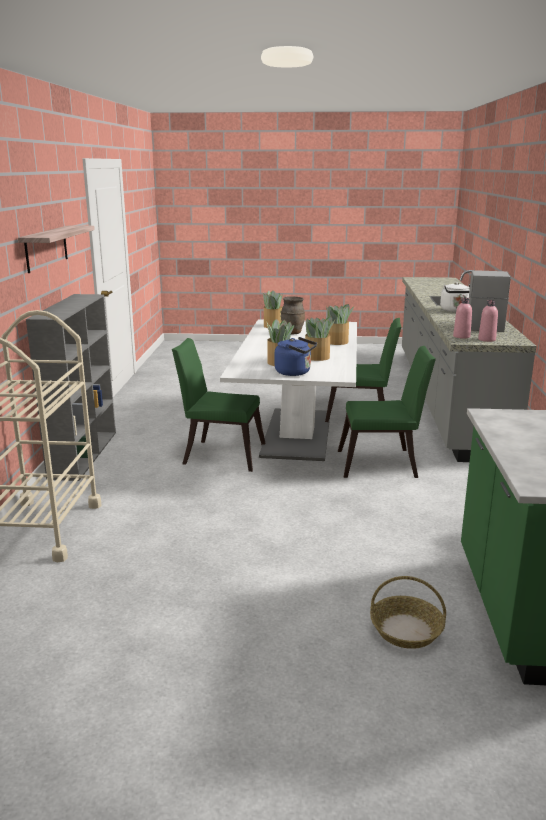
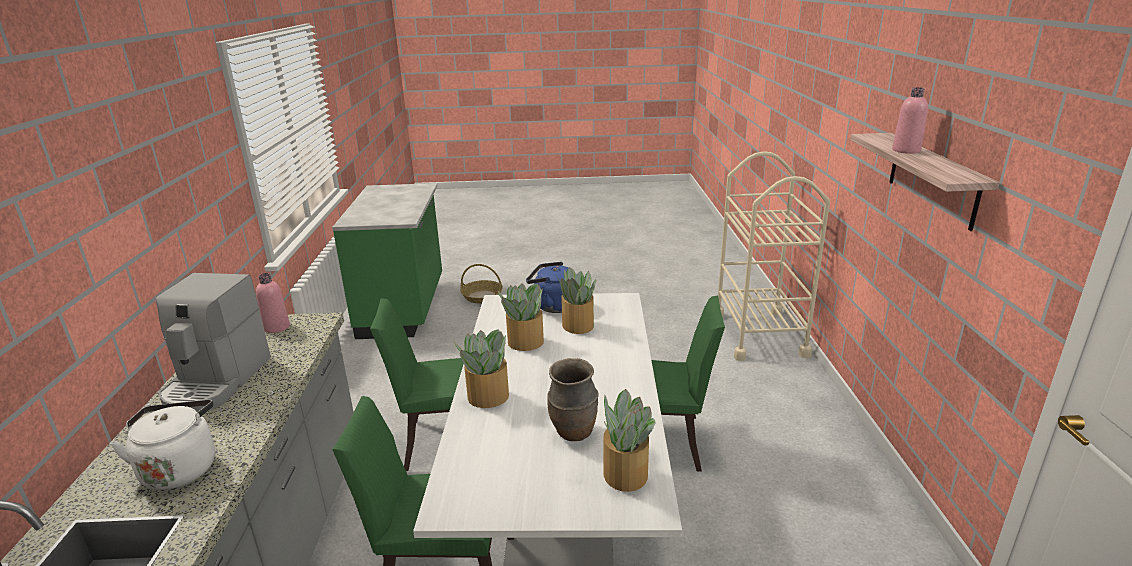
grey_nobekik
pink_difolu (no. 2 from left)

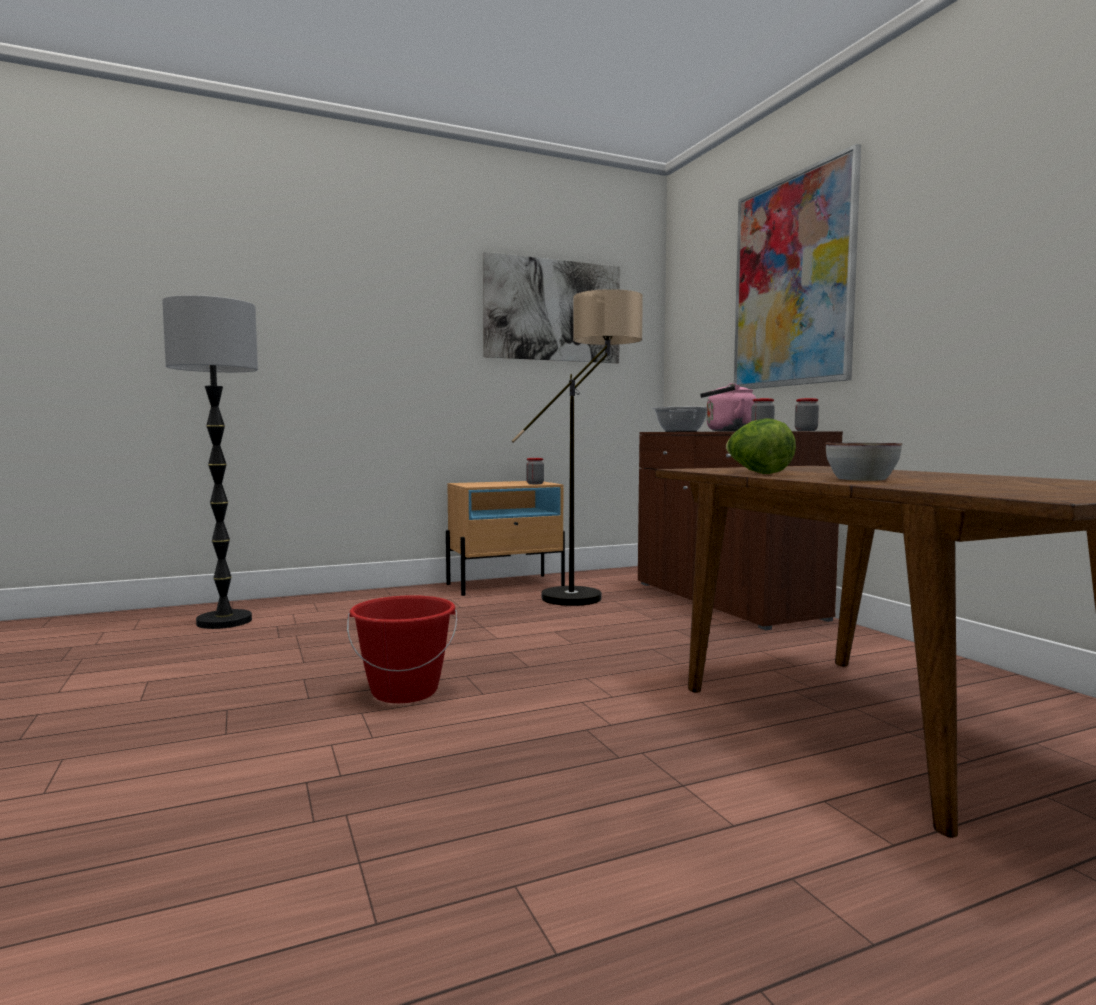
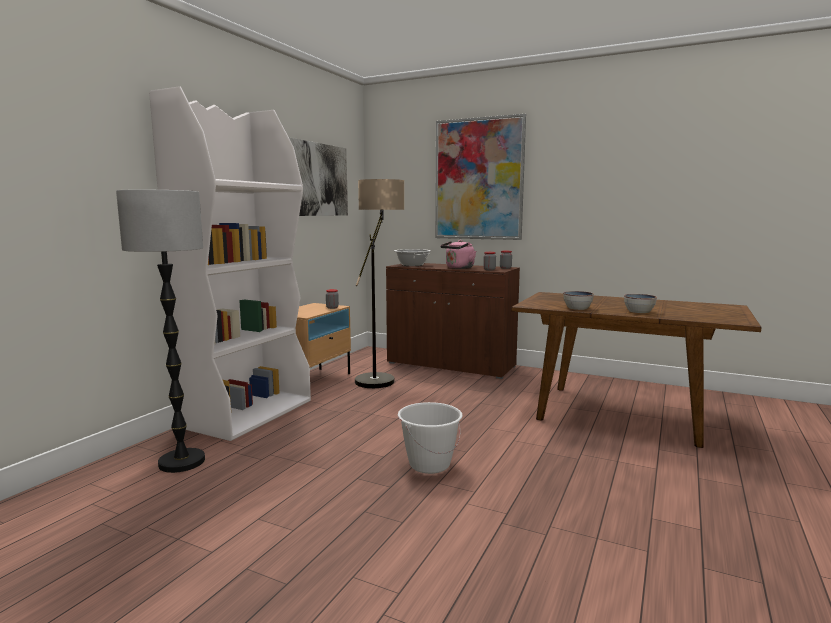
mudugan (no. 1 from left)
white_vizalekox
white_nobekik

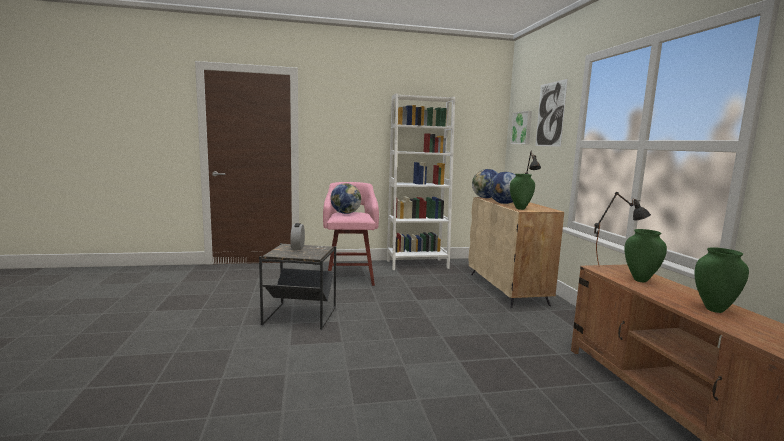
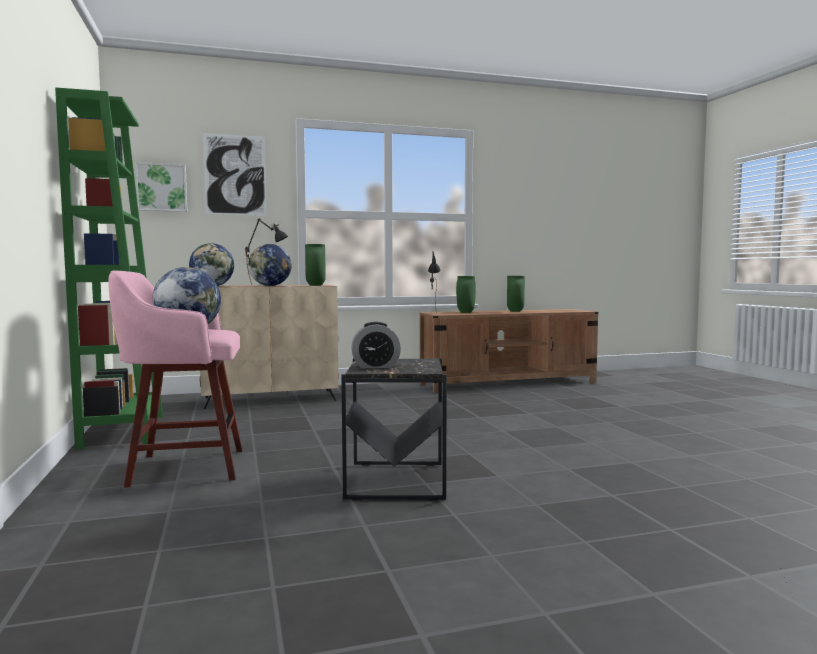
green_nobekik

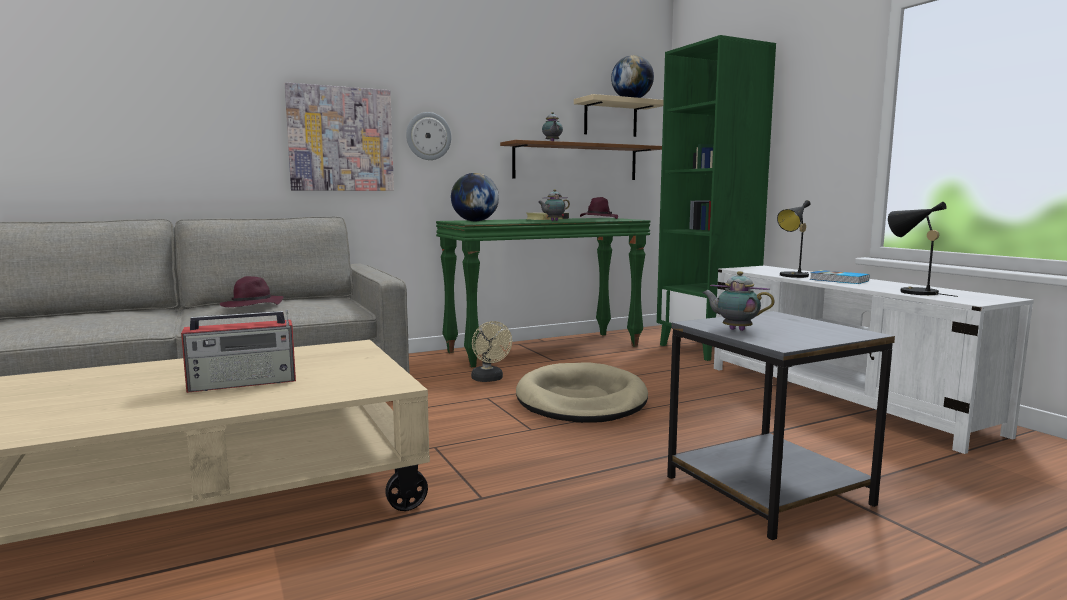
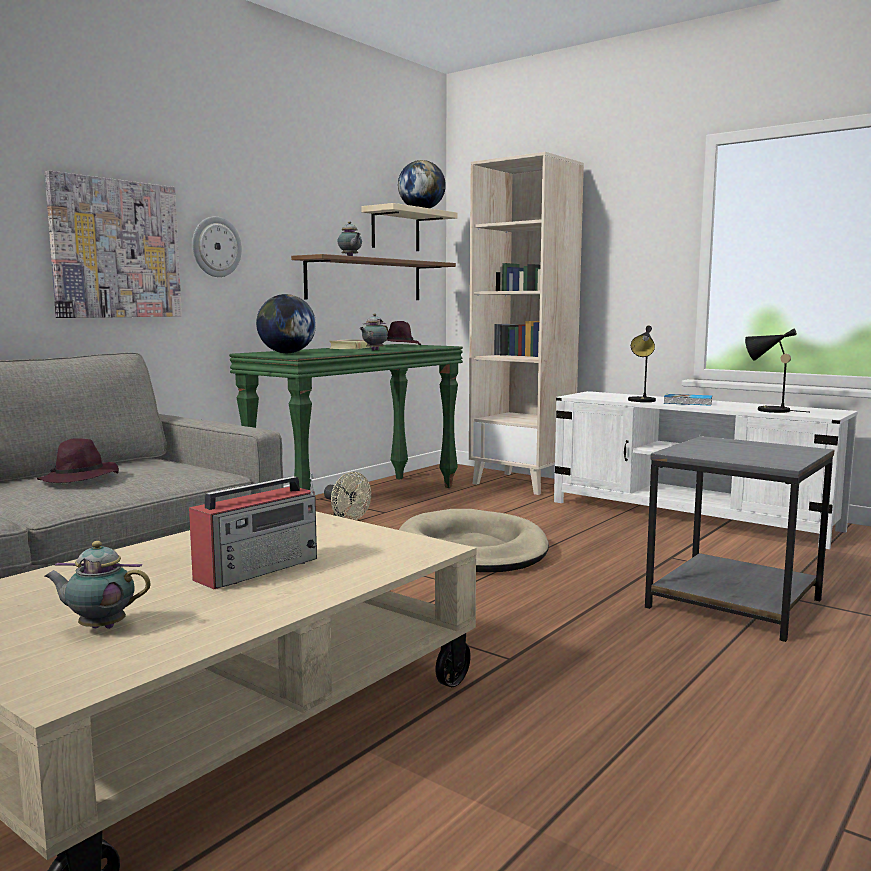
beige_nobekik
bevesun (no. 1 from left)

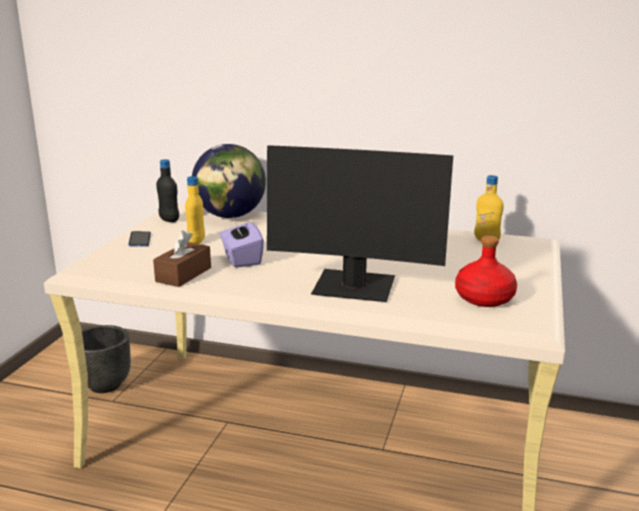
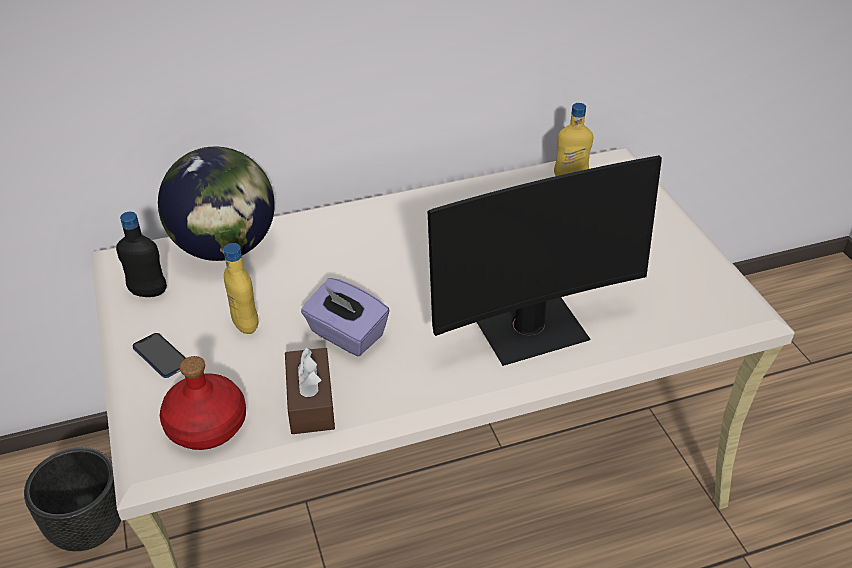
red_difolu

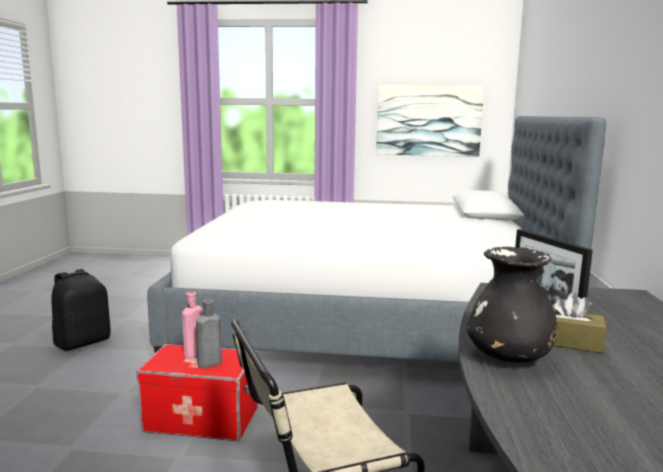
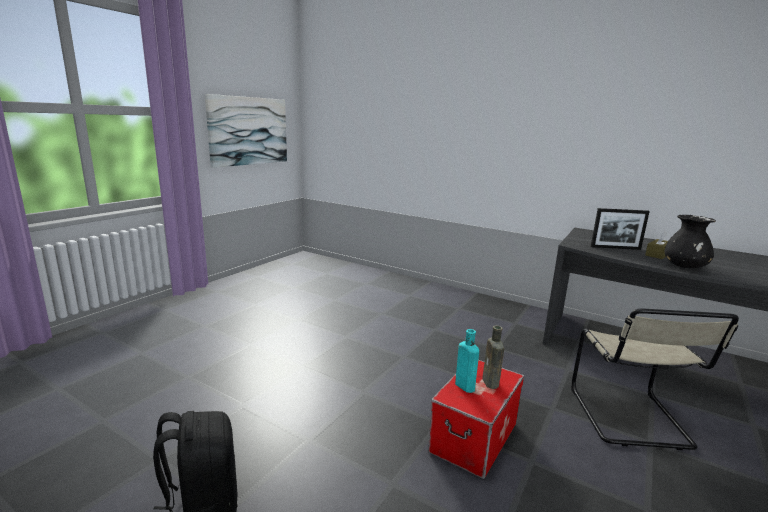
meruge
turquoise_difolu
brown_difolu

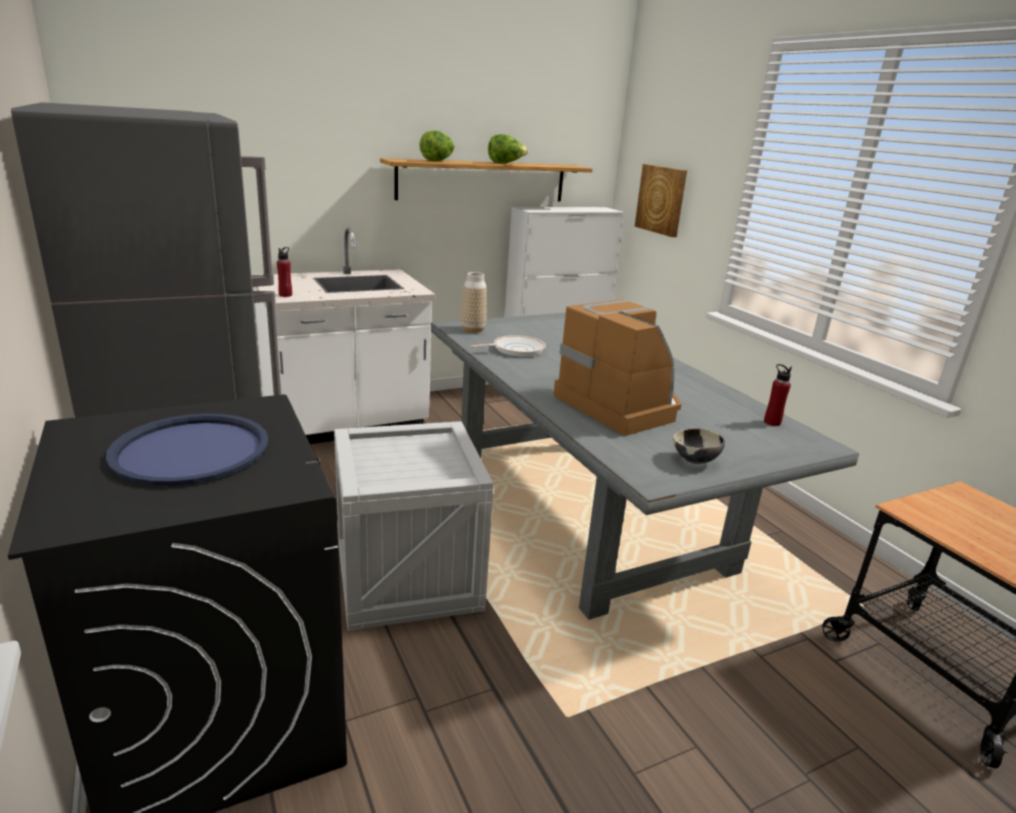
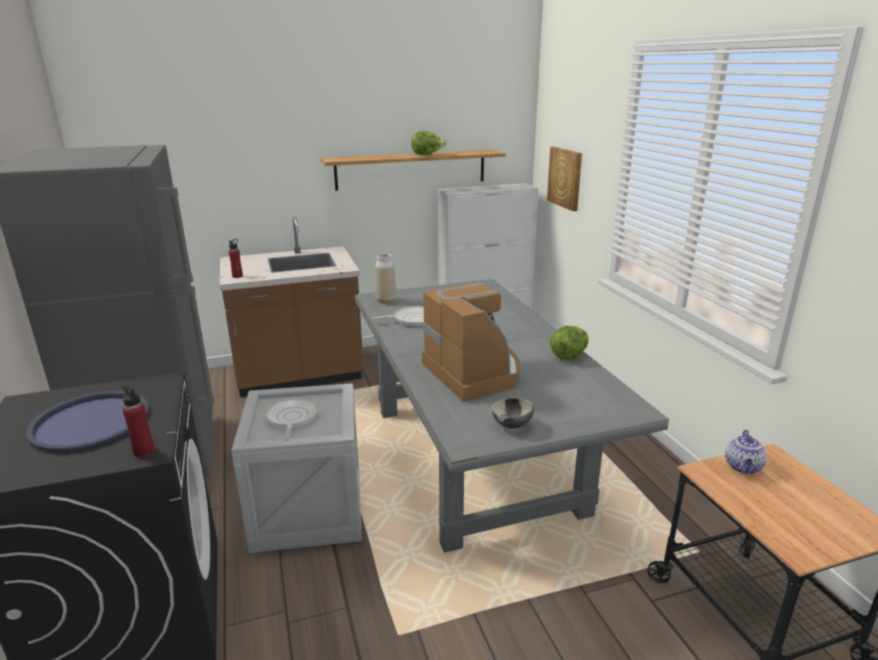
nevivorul (no. 2 from left)
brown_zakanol
red_difolu (no. 1 from left)
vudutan (no. 1 from left)
bevesun

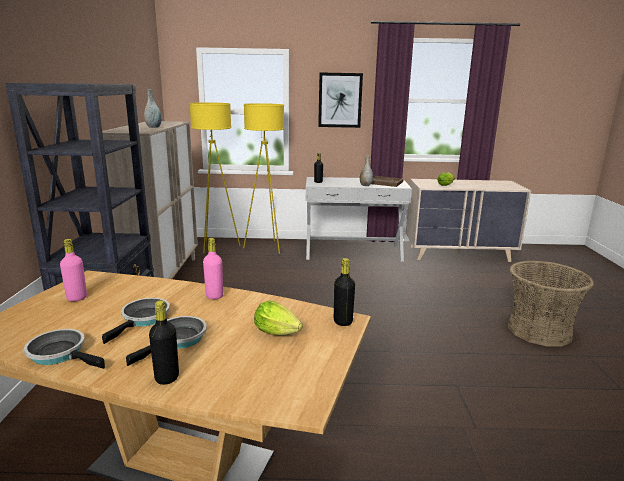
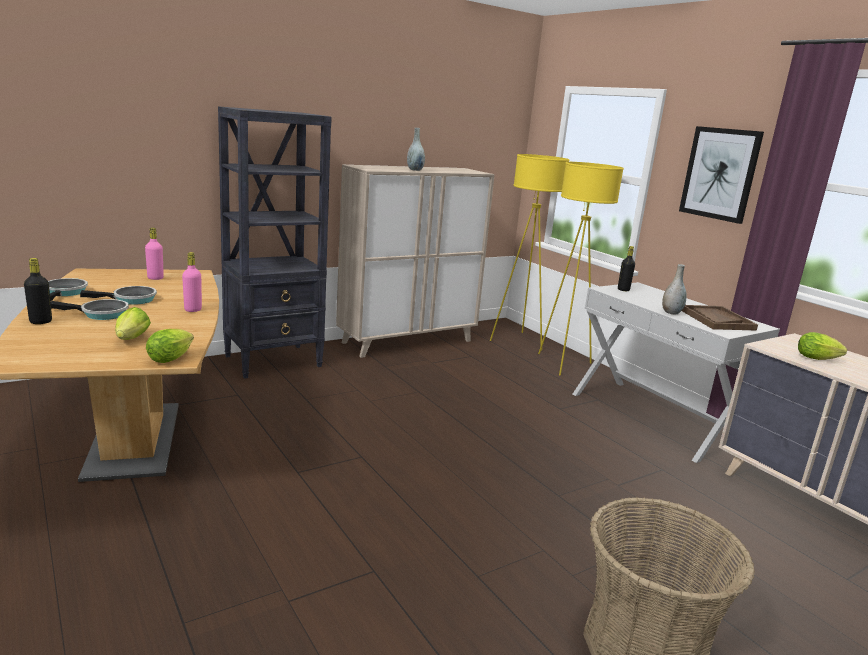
nevivorul (no. 2 from left)

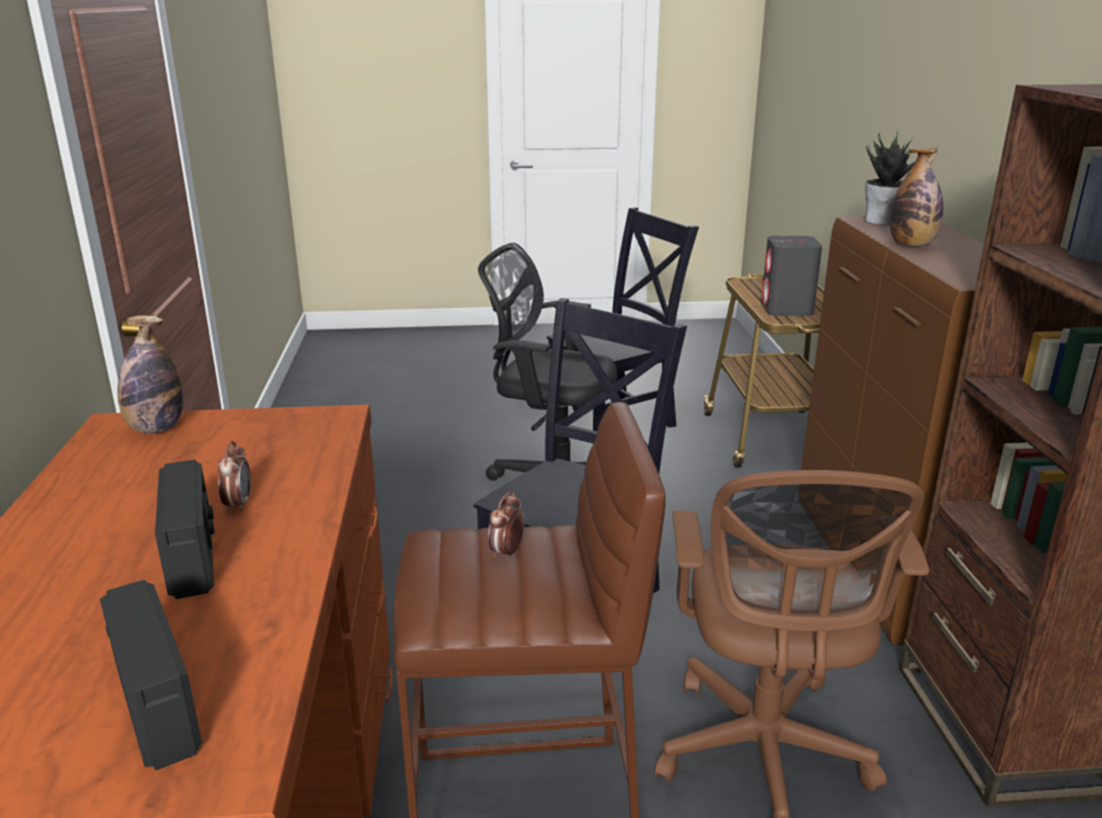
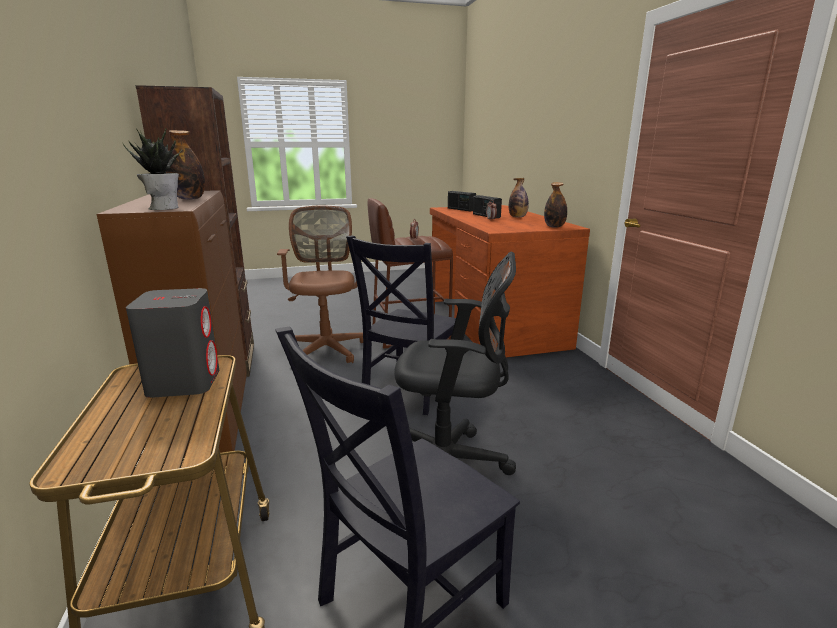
difolu (no. 2 from left)

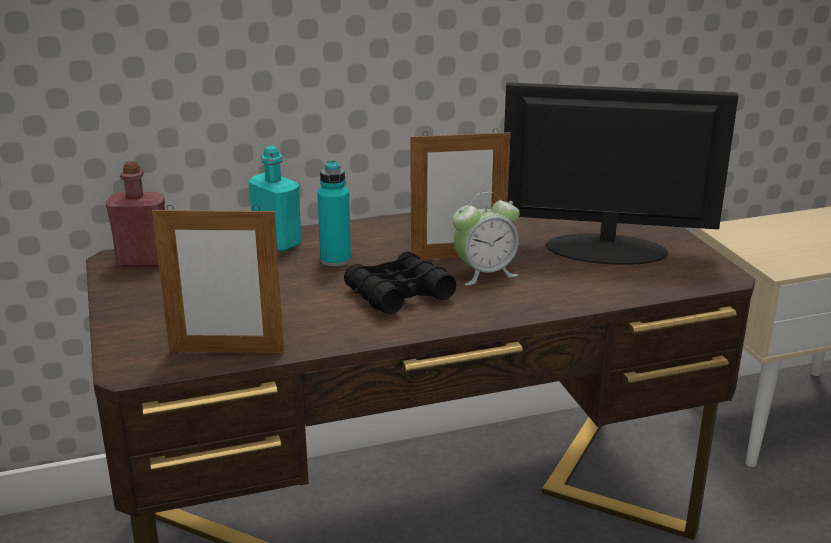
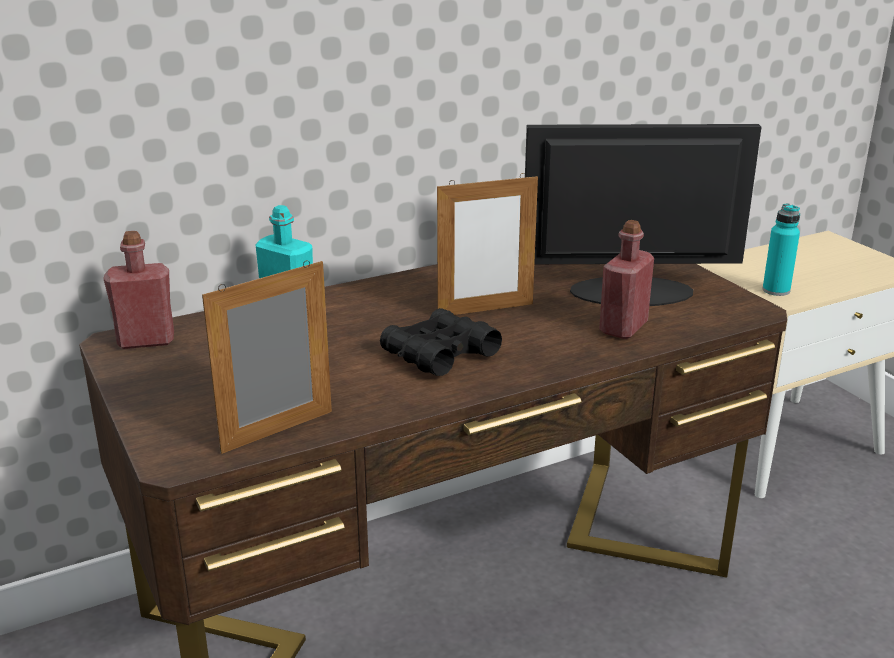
turquoise_difolu (no. 2 from left)
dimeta
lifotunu (no. 1 from left)
red_difolu (no. 2 from left)

